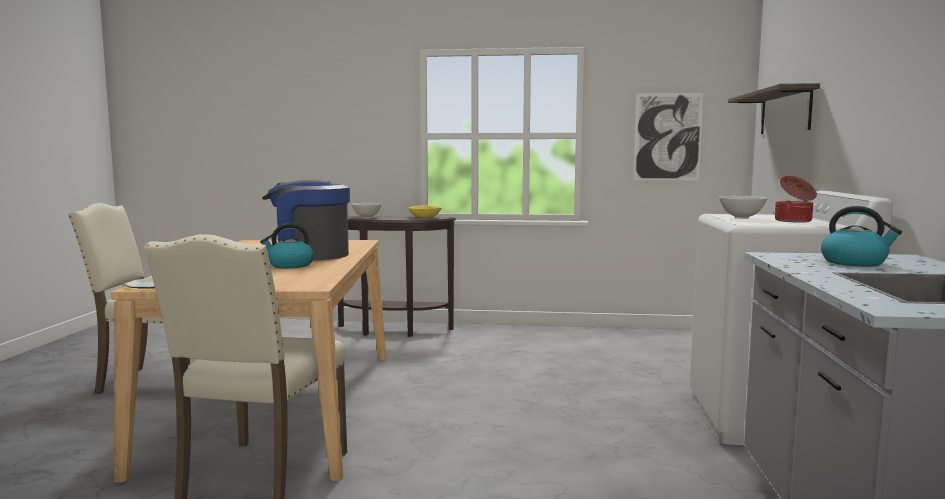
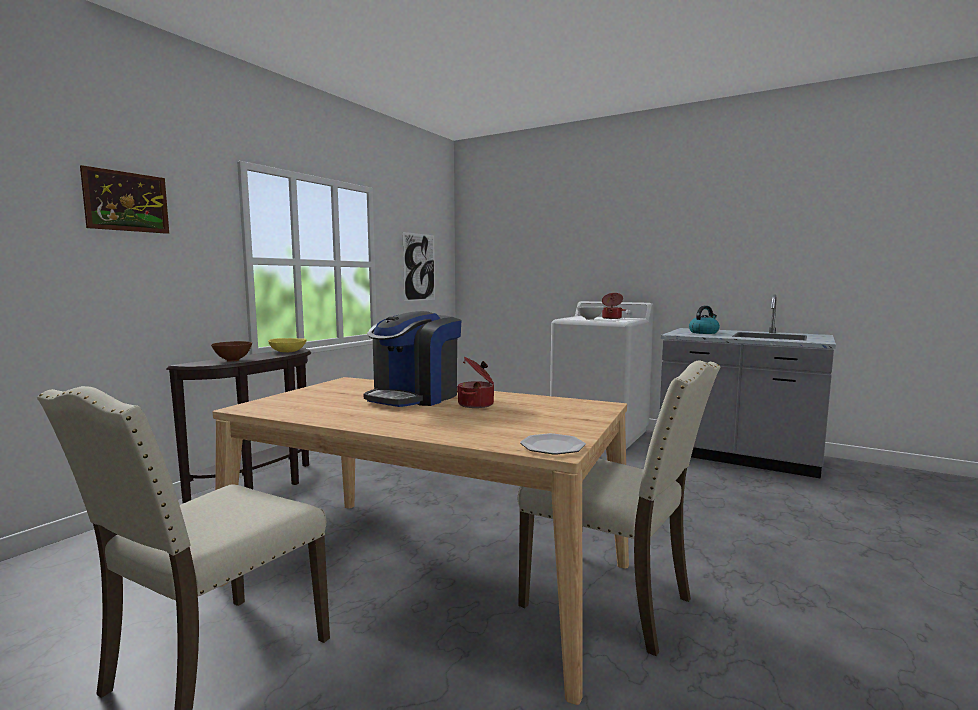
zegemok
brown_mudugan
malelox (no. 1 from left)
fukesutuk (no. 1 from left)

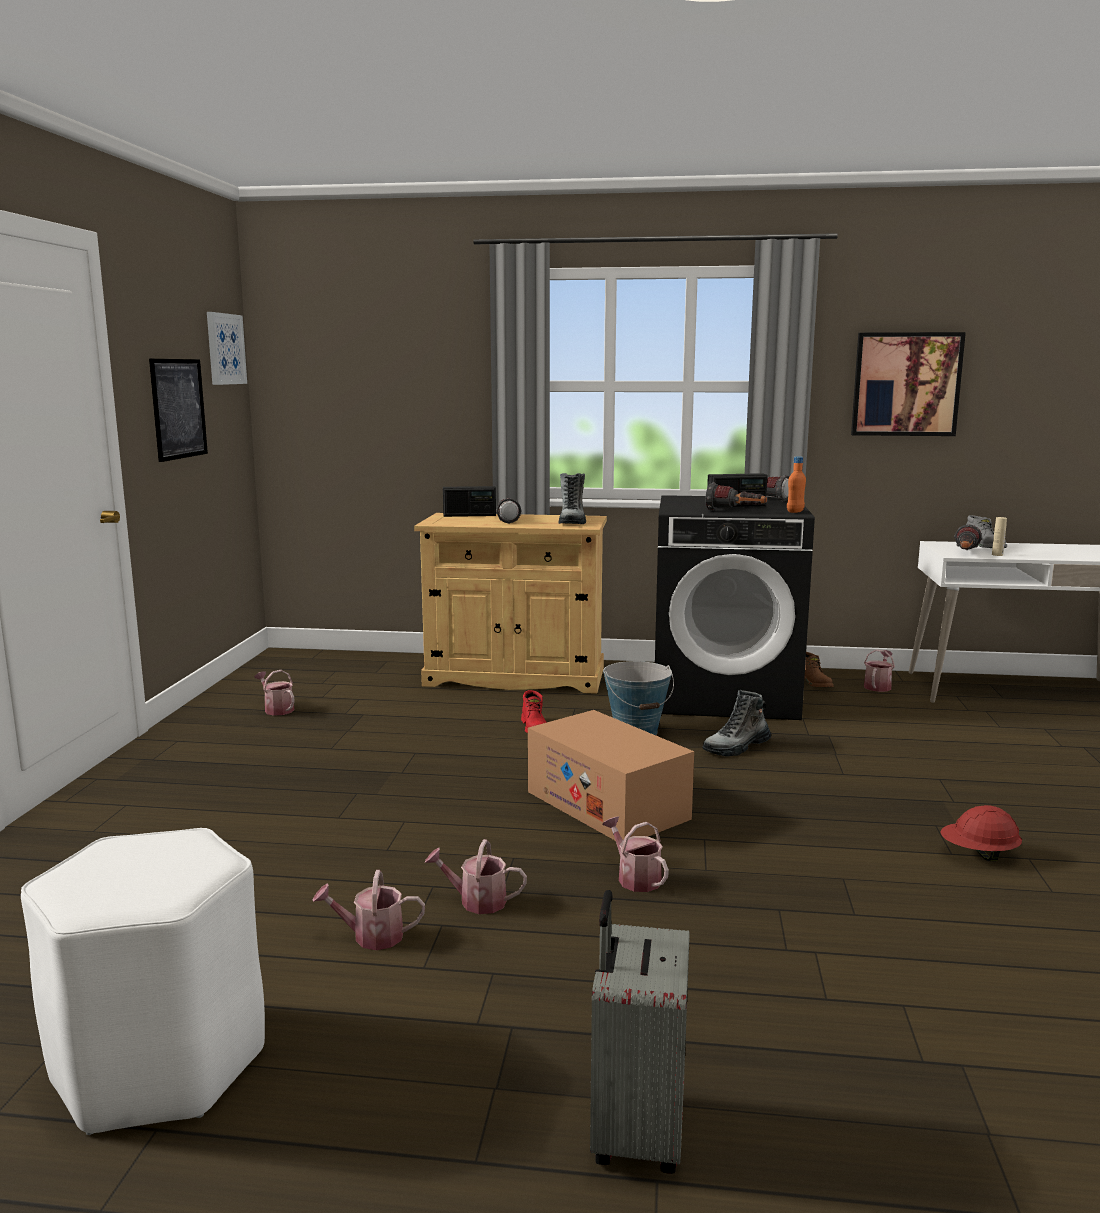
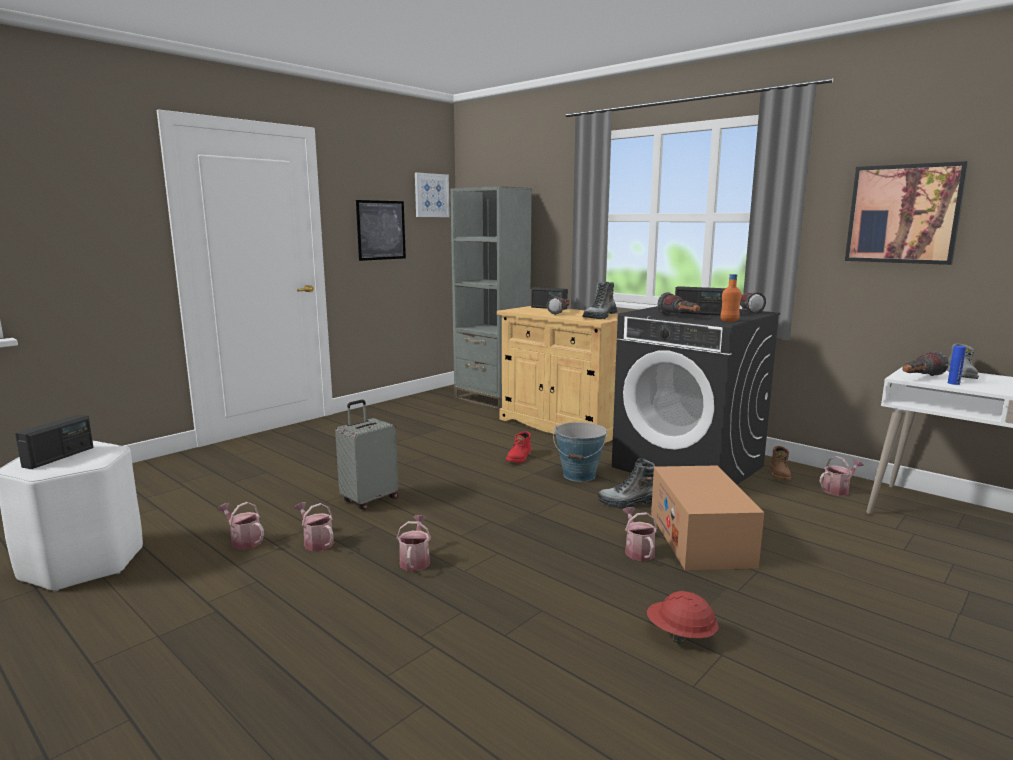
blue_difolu
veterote (no. 4 from left)
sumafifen
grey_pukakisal
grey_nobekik
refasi (no. 1 from left)

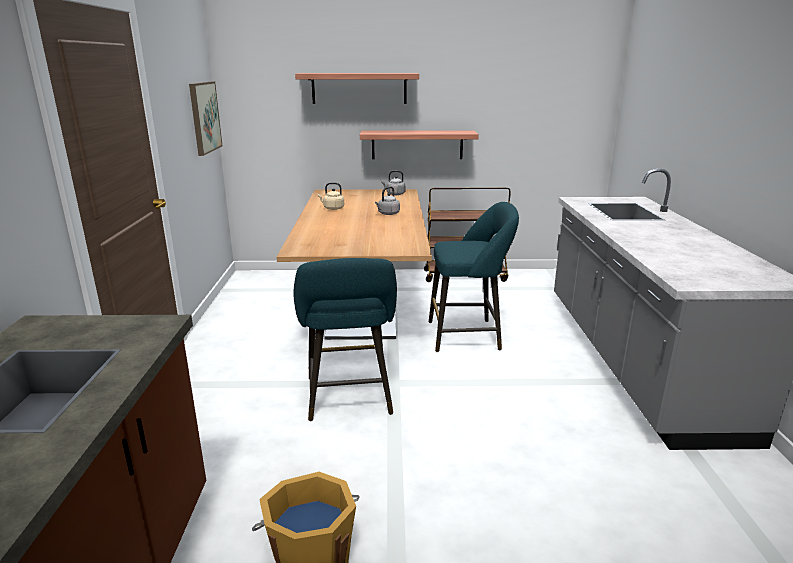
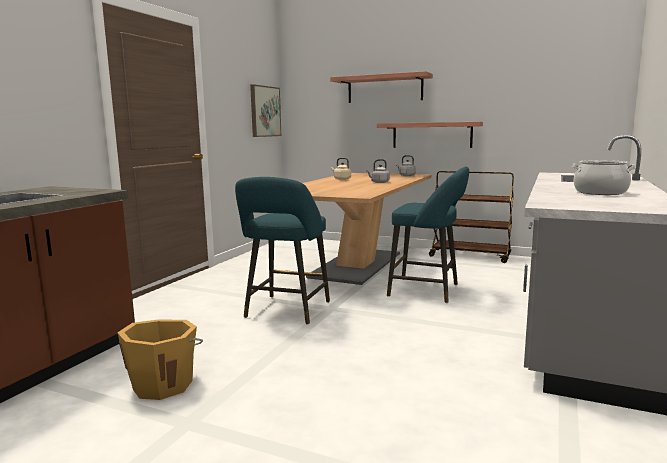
malelox

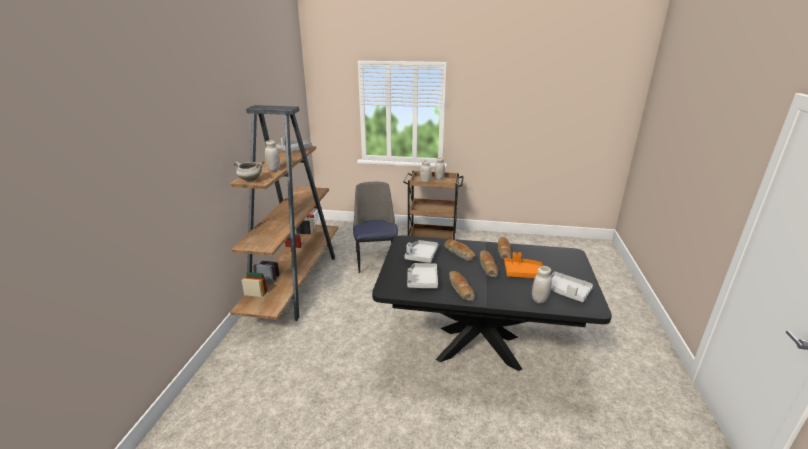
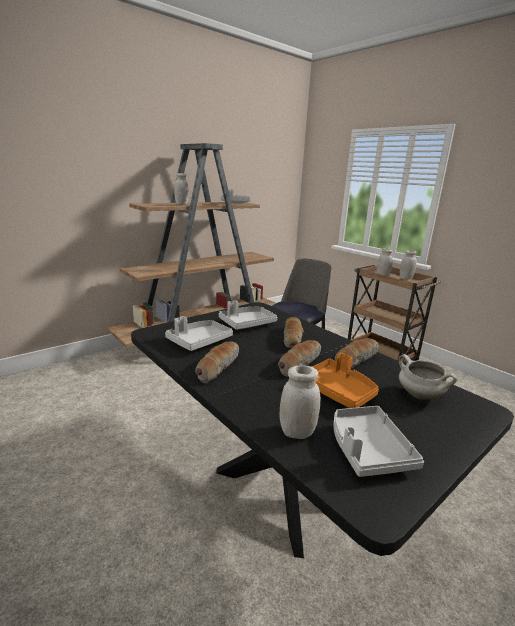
white_malelox

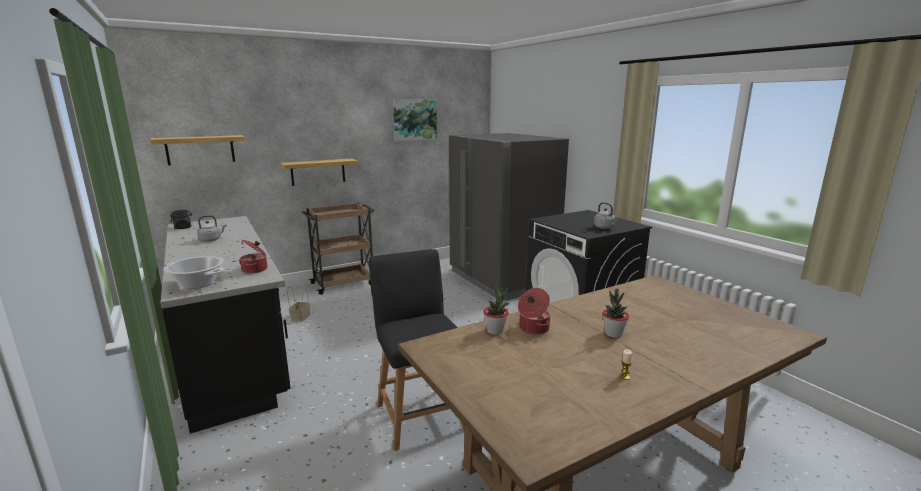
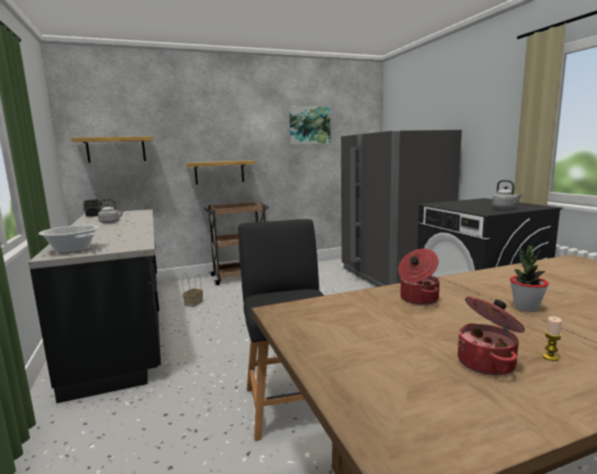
malelox (no. 3 from left)
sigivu (no. 1 from left in the first image)

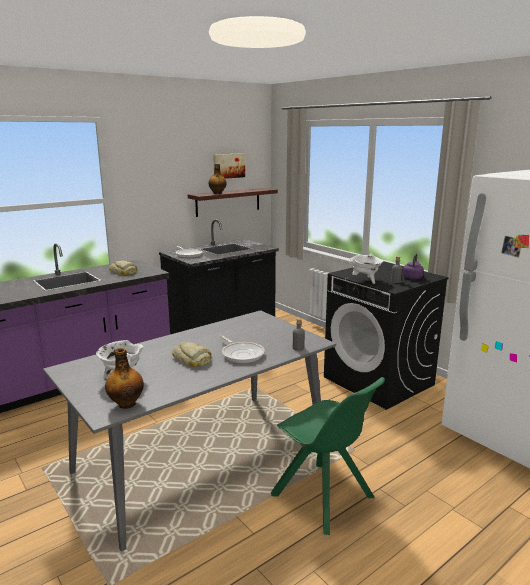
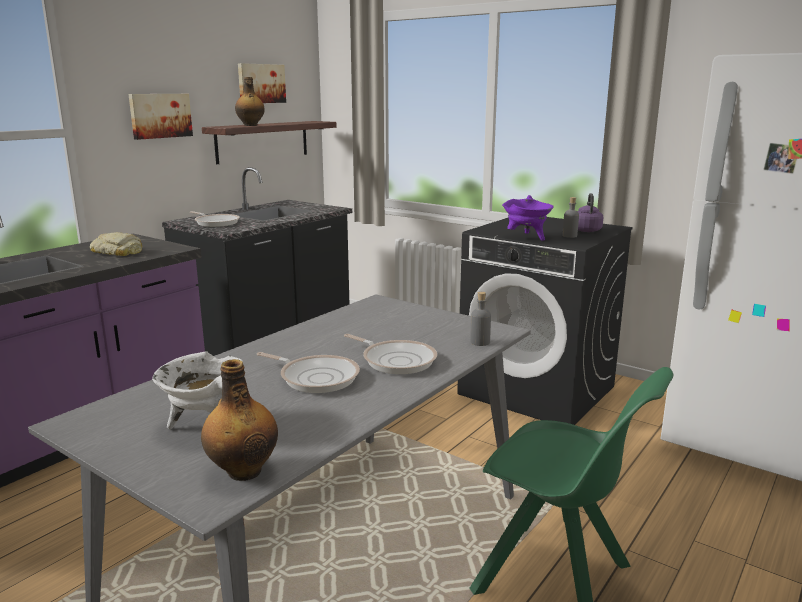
purple_malelox
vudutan (no. 2 from left)
fukesutuk (no. 1 from left)

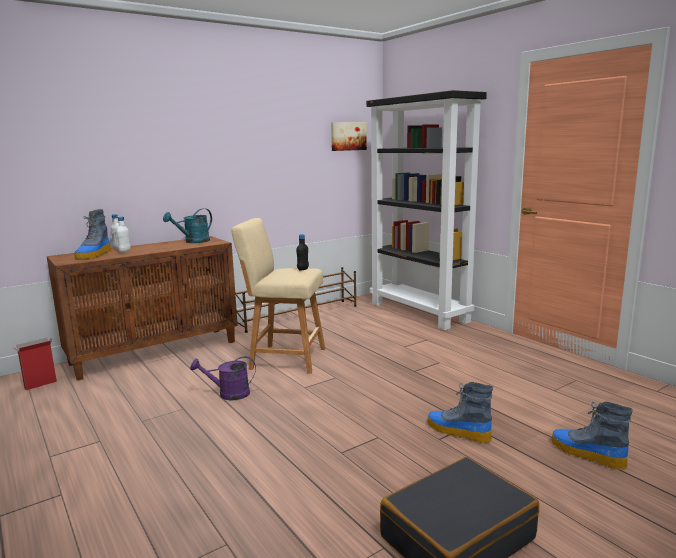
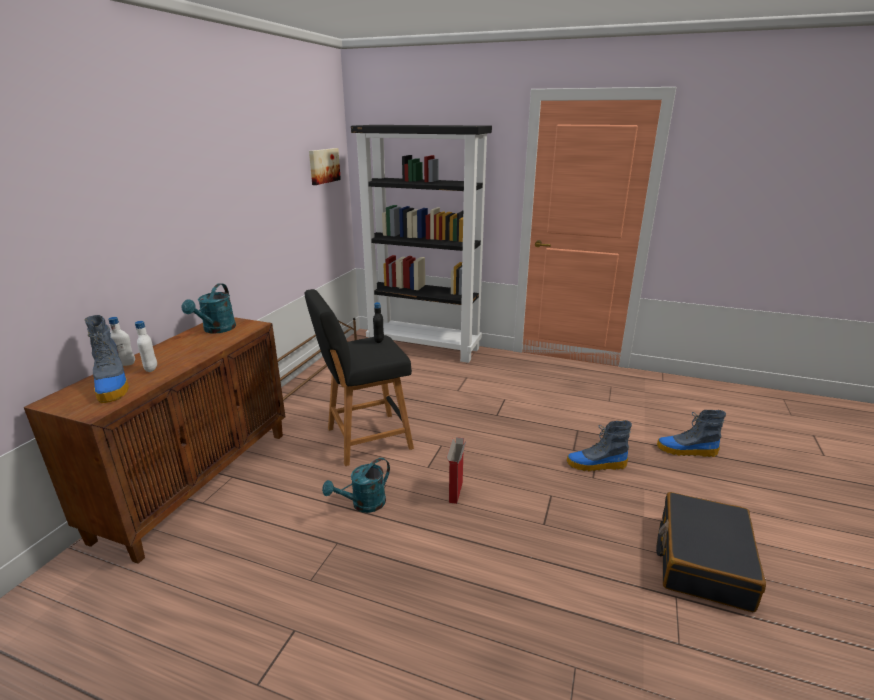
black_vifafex
sumafifen
turquoise_veterote (no. 2 from left)

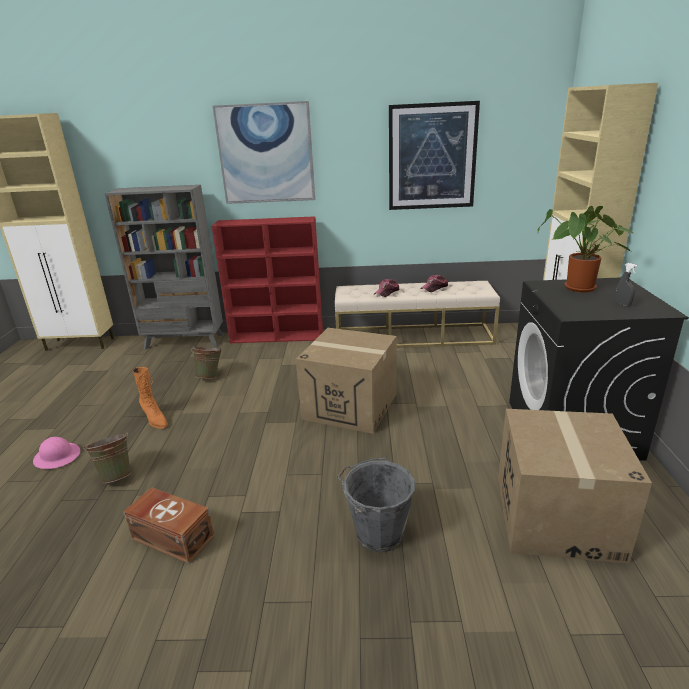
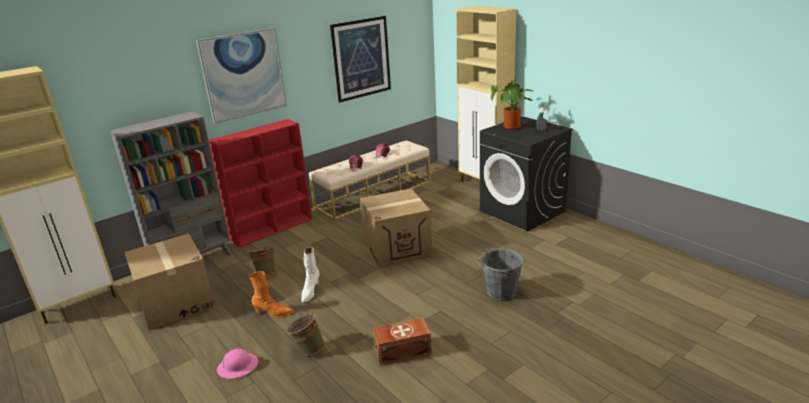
sumafifen (no. 1 from left)
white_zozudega

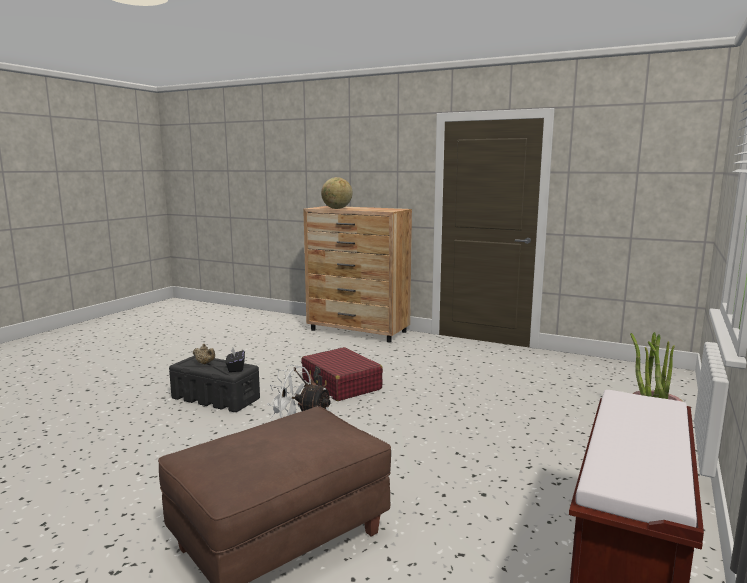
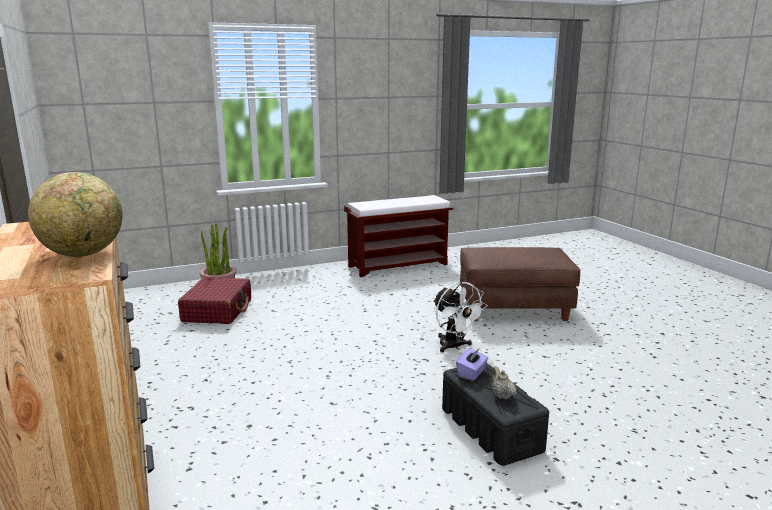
red_pukakisal
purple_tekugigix

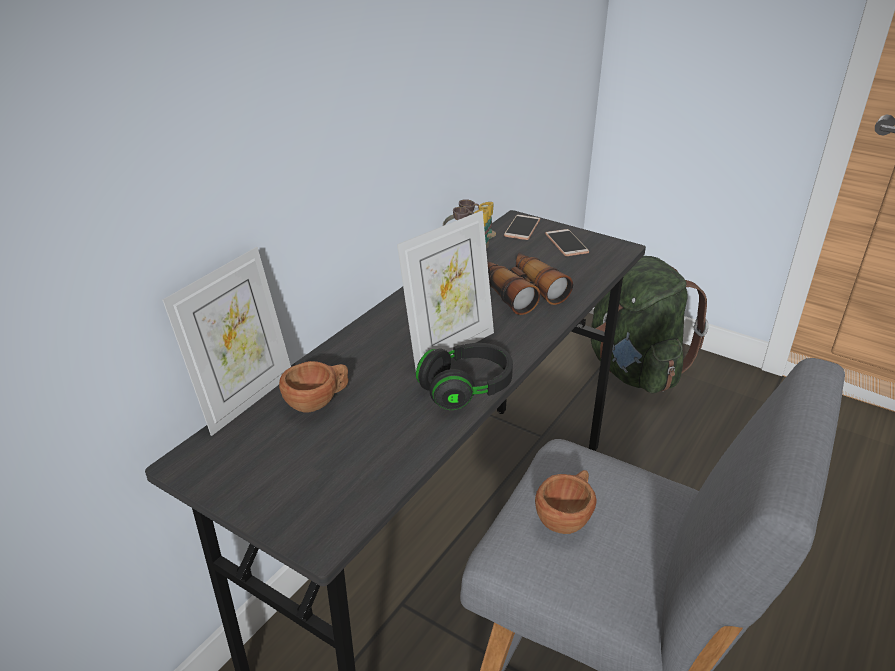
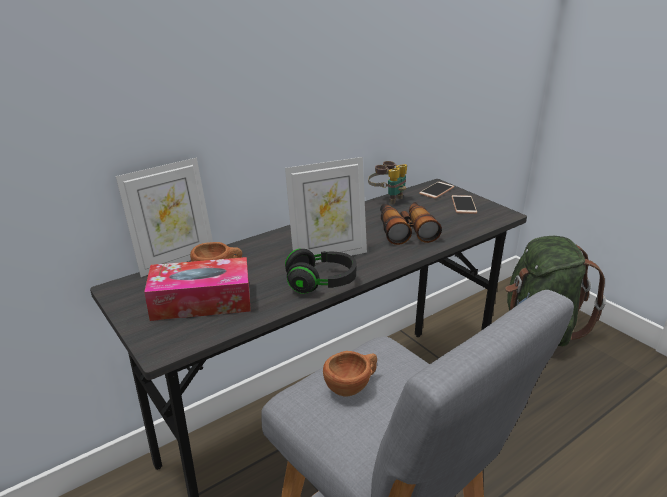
tekugigix

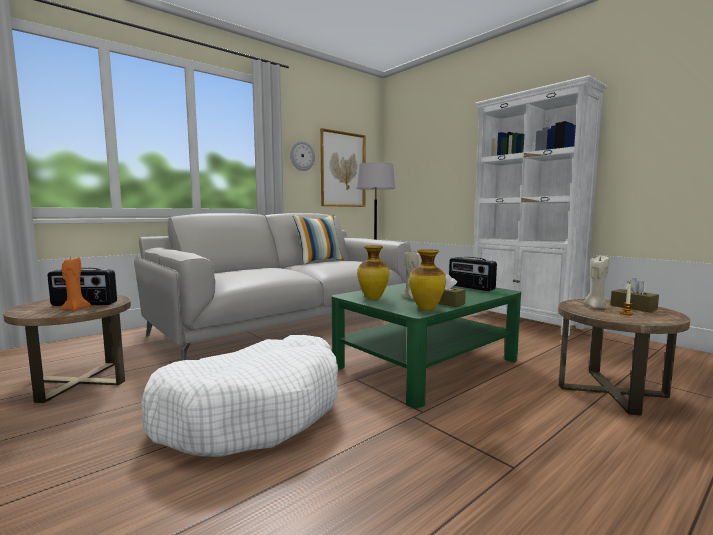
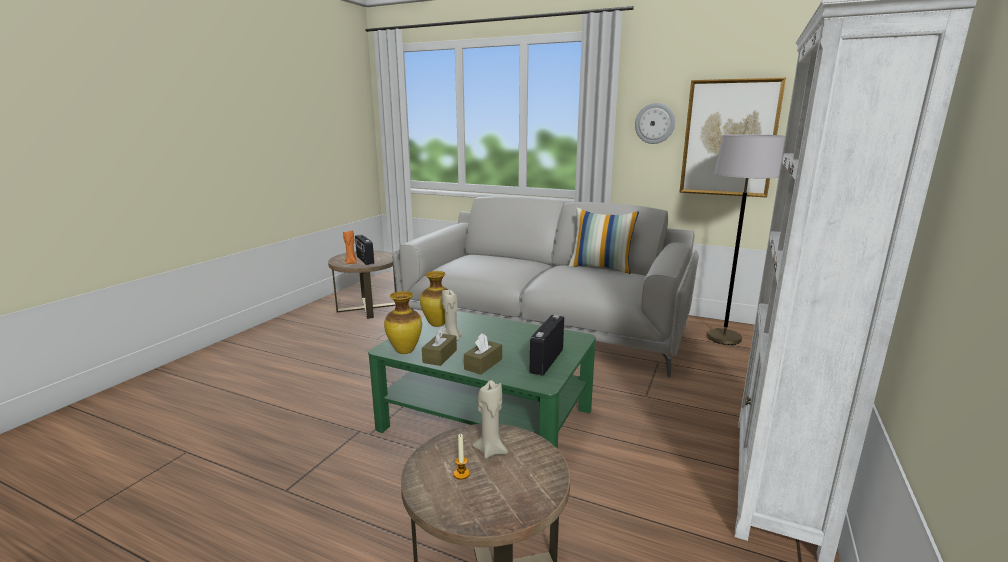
brown_tekugigix (no. 2 from left)
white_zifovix

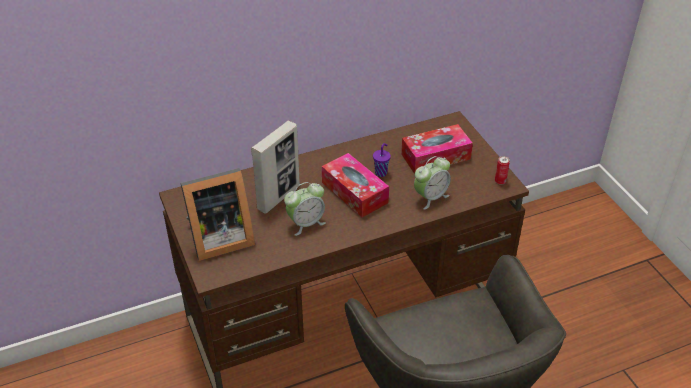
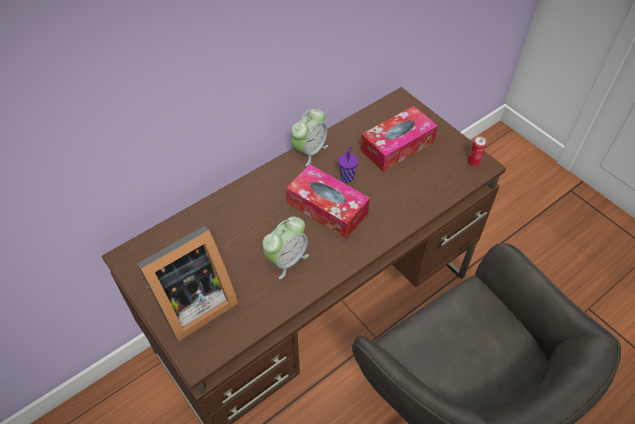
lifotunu (no. 2 from left in the first image)
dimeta (no. 2 from left)

